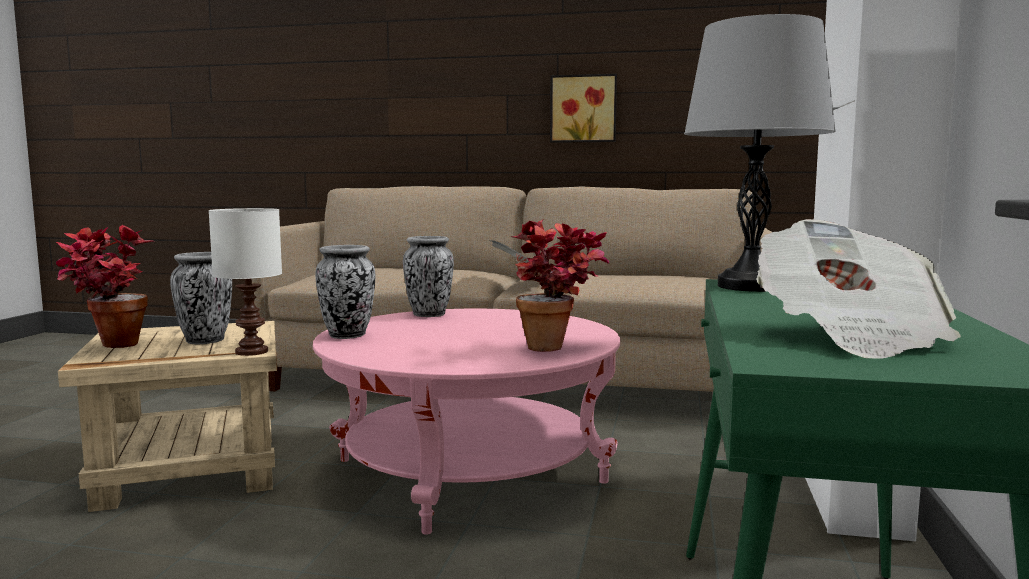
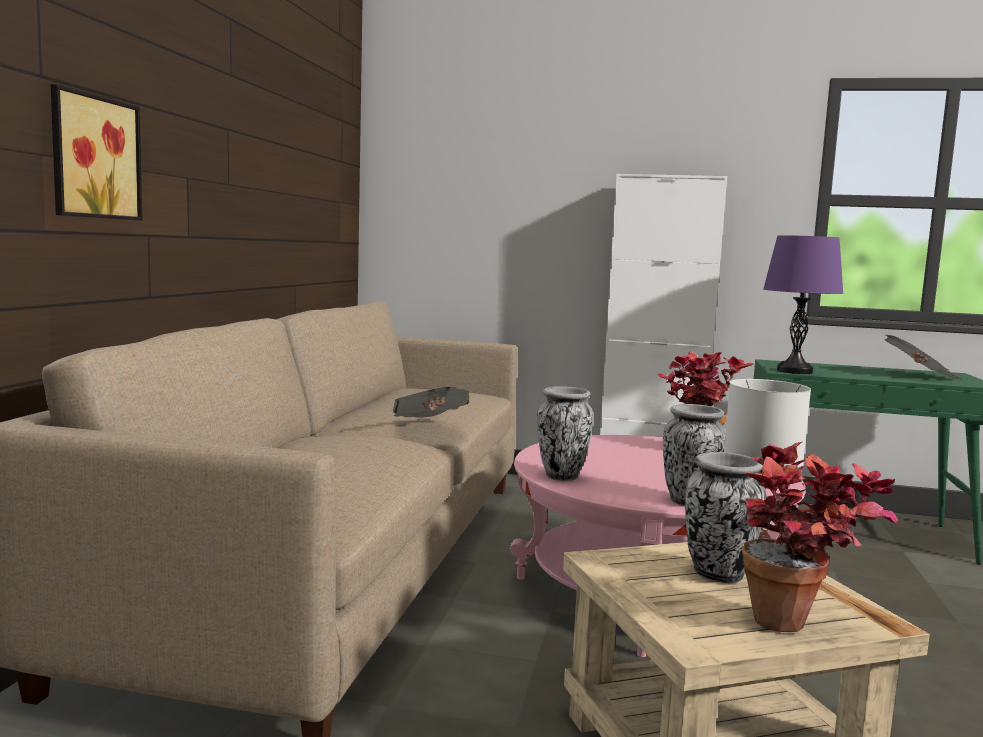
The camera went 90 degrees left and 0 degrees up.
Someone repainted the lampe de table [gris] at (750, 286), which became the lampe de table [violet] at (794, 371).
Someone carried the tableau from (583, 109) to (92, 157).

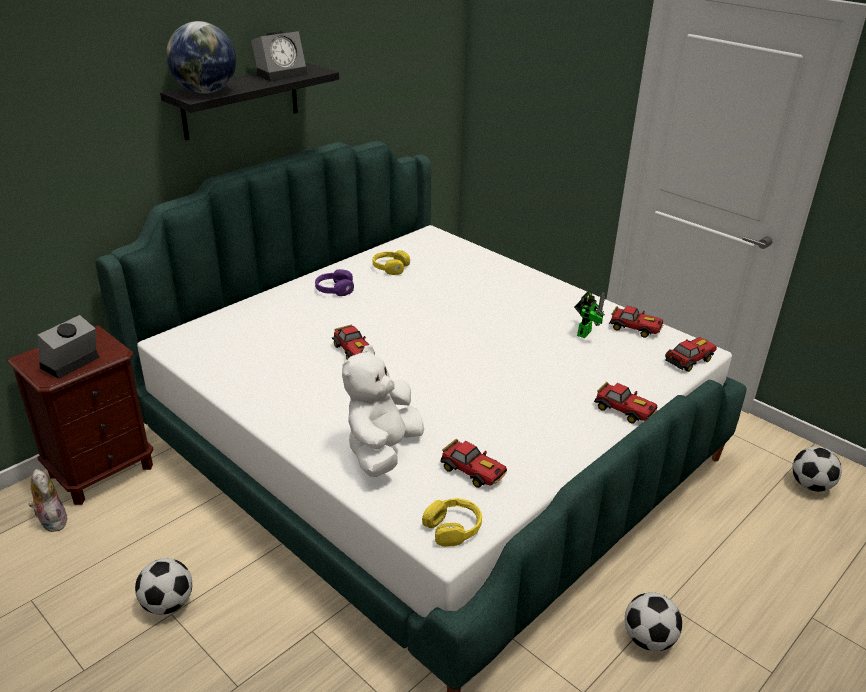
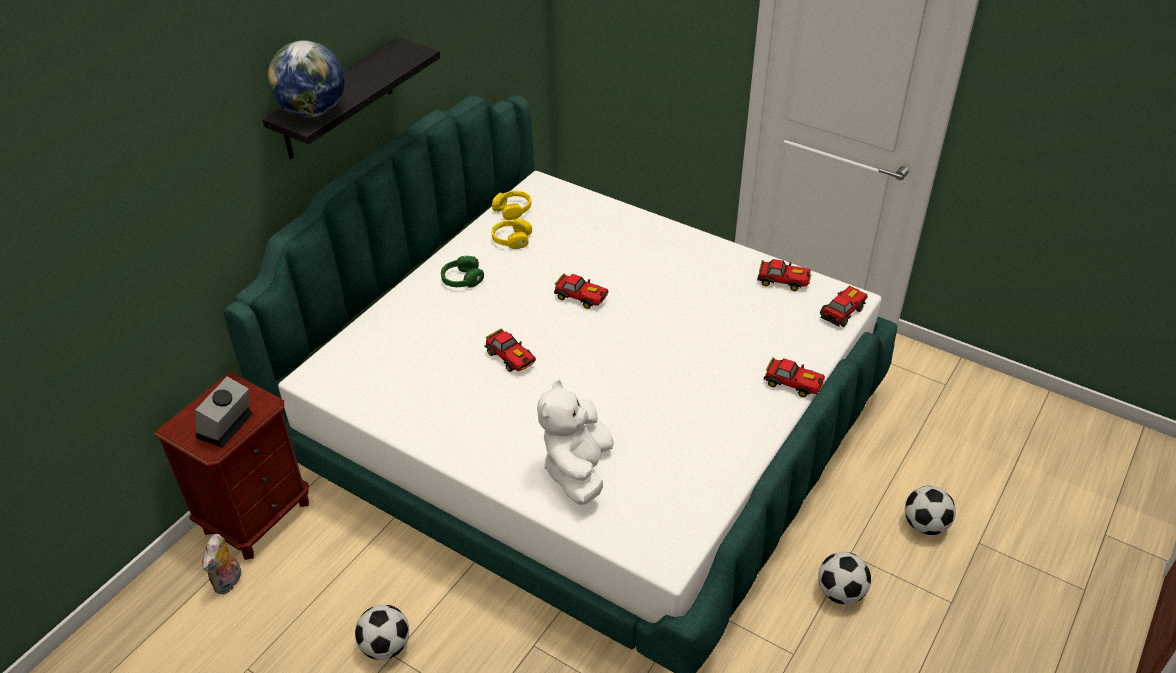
The camera went 10 degrees left and 10 degrees up.
Someone took away the réveil at (282, 74).
Someone repainted the casque audio [violet] at (334, 290), which became the casque audio [vert] at (462, 279).
Someone took away the robot jouet at (585, 332).
Someone carried the petite voiture from (473, 472) to (581, 297).
Someone carried the ballon de foot from (810, 486) to (925, 525).
Someone rotated the peluche at (51, 521) by 120 degrees counterclockwise.
Someone carried the casque audio [jaune] from (453, 528) to (513, 210).

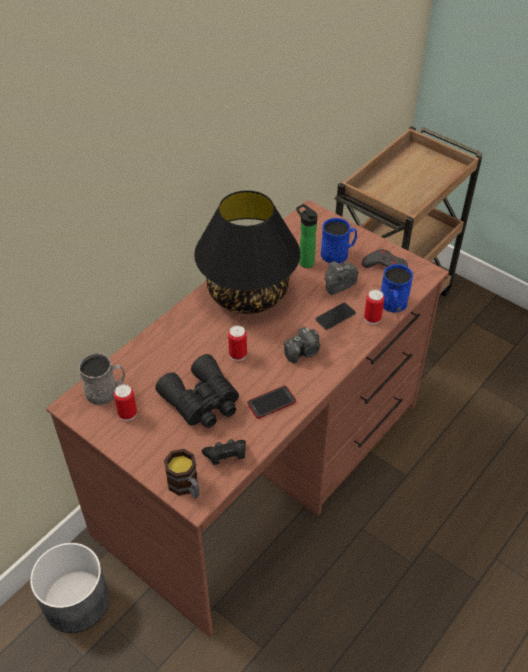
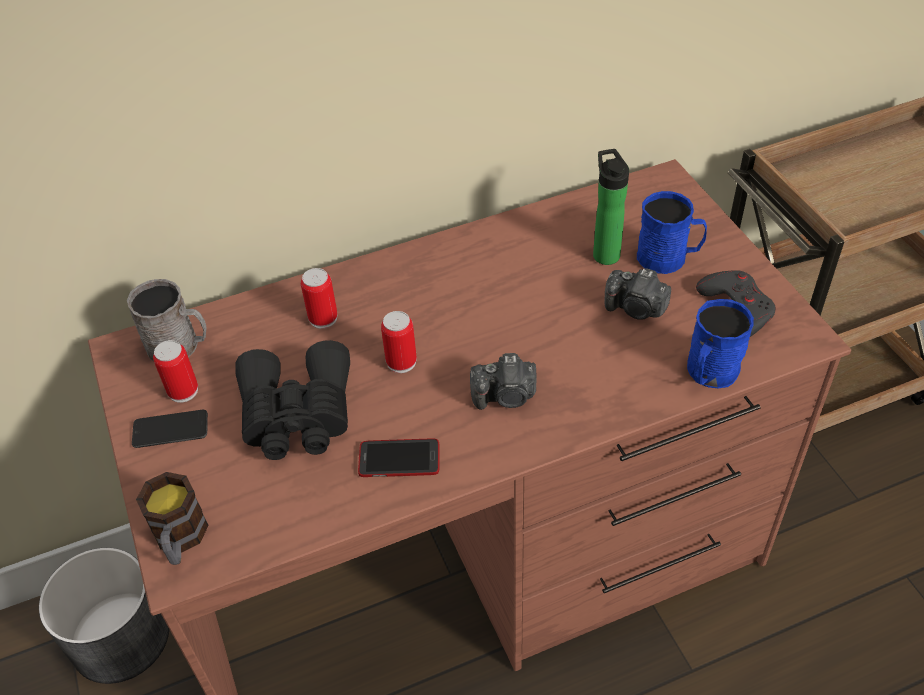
The camera went 30 degrees right and 0 degrees up.
Someone took away the lampe de table [noir] at (247, 294).
Someone rotated the appareil photo at (338, 285) by 150 degrees counterclockwise.
Someone carried the boîte métallique from (372, 318) to (323, 318).
Someone carried the téléphone from (335, 316) to (170, 429).
Someone took away the manette [noir] at (226, 457).

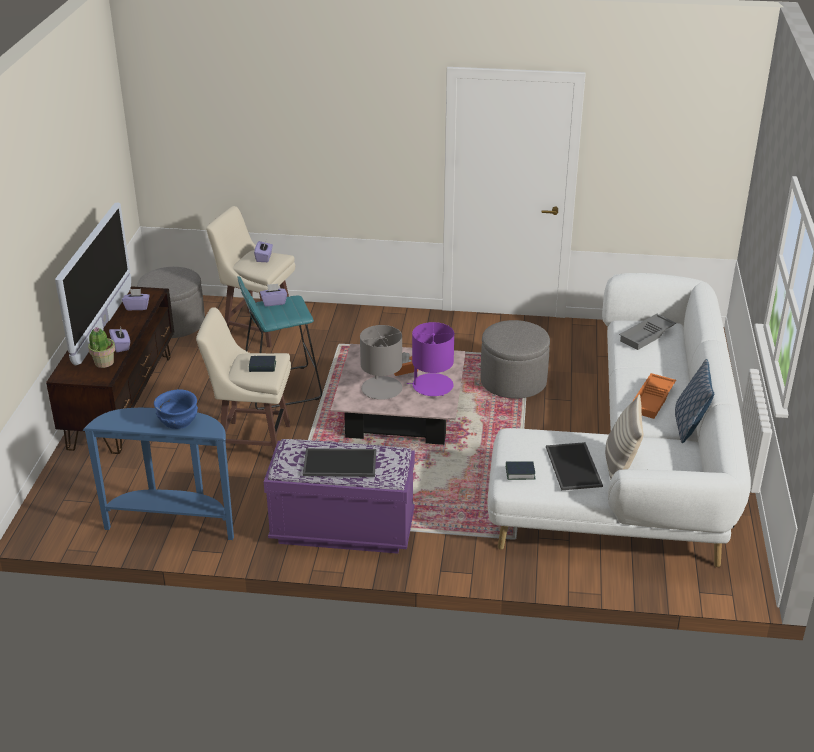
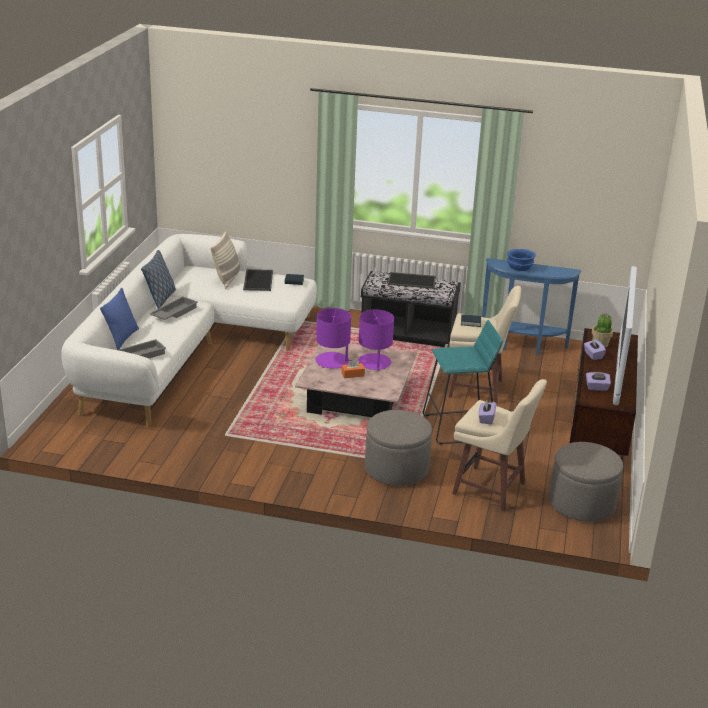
The camera went 175 degrees left and 5 degrees down.
Someone took away the boîte à mouchoirs [violet] at (274, 302).
Someone carried the pouf [gris] from (513, 382) to (396, 469).
Someone repainted the lampe de table [gris] at (381, 388), which became the lampe de table [violet] at (374, 363).
Someone repainted the plateau [orange] at (653, 400), which became the plateau [gris] at (173, 313).
Someone repainted the banc [violet] at (342, 529), which became the banc [noir] at (408, 334).
Someone put down the coussin [bleu] at (122, 338).

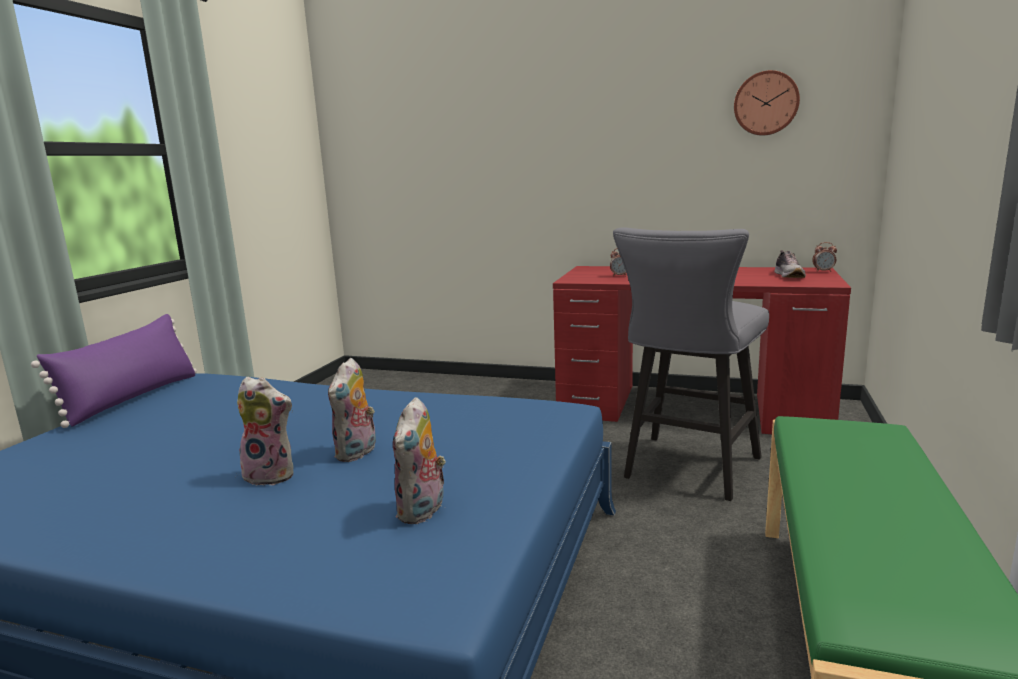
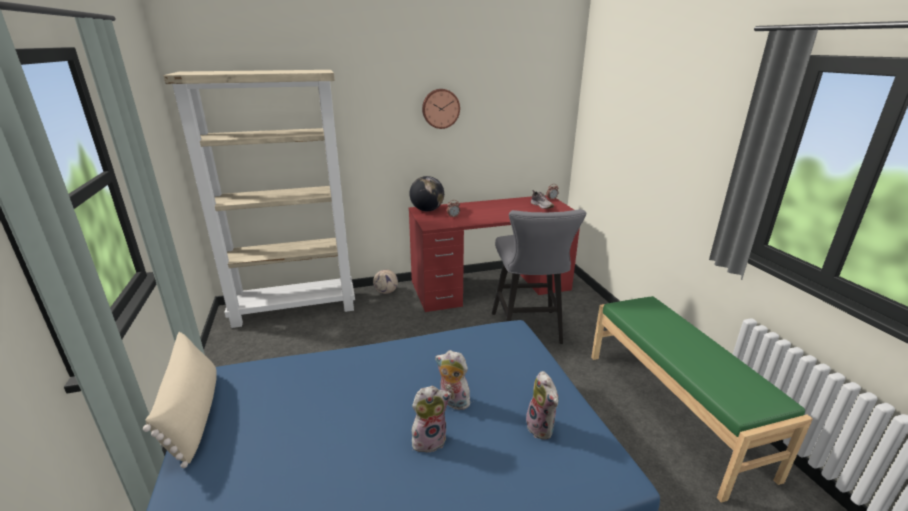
The camera went 35 degrees left and 10 degrees up.
Someone carried the horloge murale from (765, 103) to (440, 108).
Someone repainted the coussin [violet] at (133, 398), which became the coussin [beige] at (193, 414).
Someone rotated the peluche at (357, 453) by 135 degrees clockwise.
Someone put down the bibliothèque [beige] at (296, 308).
Someone put down the globe at (427, 210).
Someone put down the ballon de foot at (386, 292).

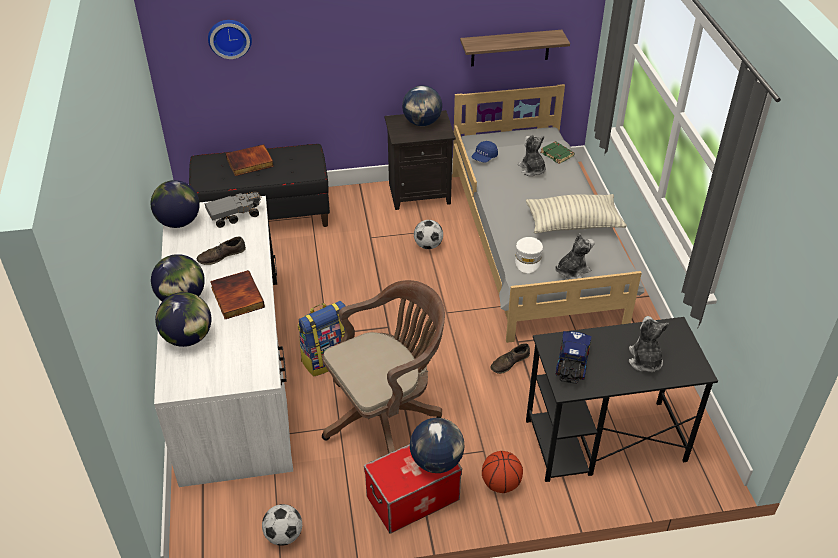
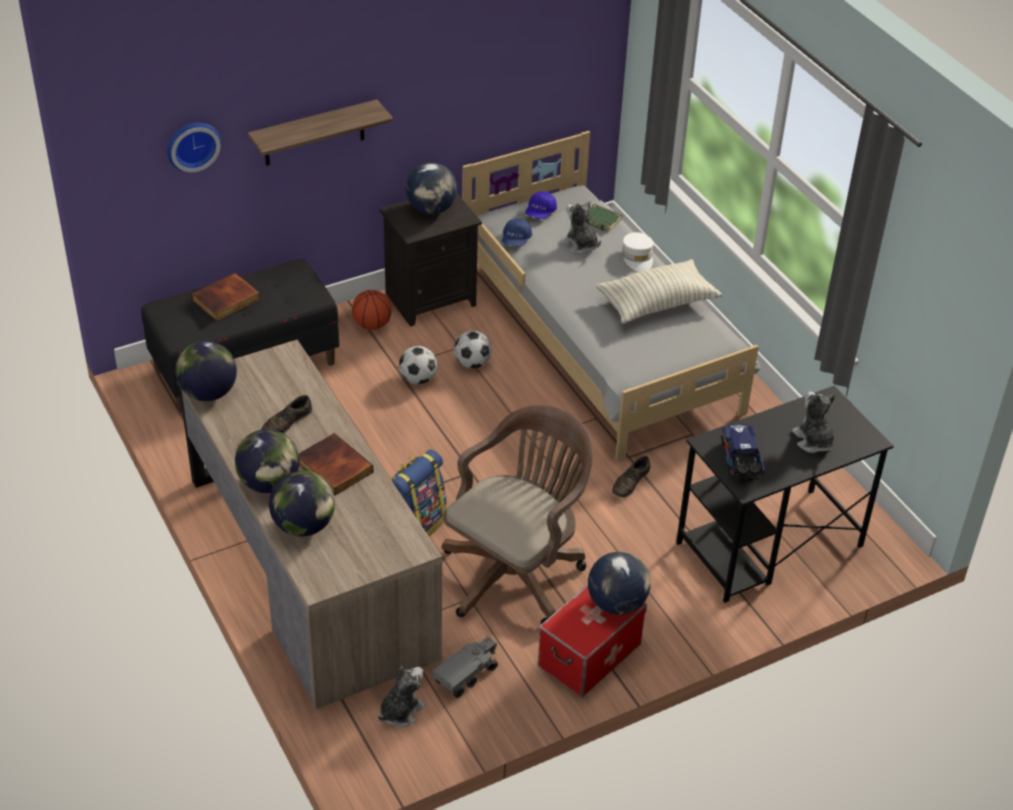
The camera went 20 degrees left and 0 degrees up.
Someone carried the étagère from (510, 48) to (314, 133).
Someone carried the camion jouet from (235, 216) to (466, 675).
Someone repainted the bureau [blanc] at (233, 372), which became the bureau [marron] at (310, 567).
Someone carried the peluche from (572, 271) to (400, 711).
Someone carried the casquette [blanc] from (528, 259) to (638, 257).
Someone carried the ballon de basket from (501, 484) to (372, 325).
Someone carried the ballon de foot from (284, 535) to (418, 379).
Someone put down the casquette [bleu] at (540, 212).

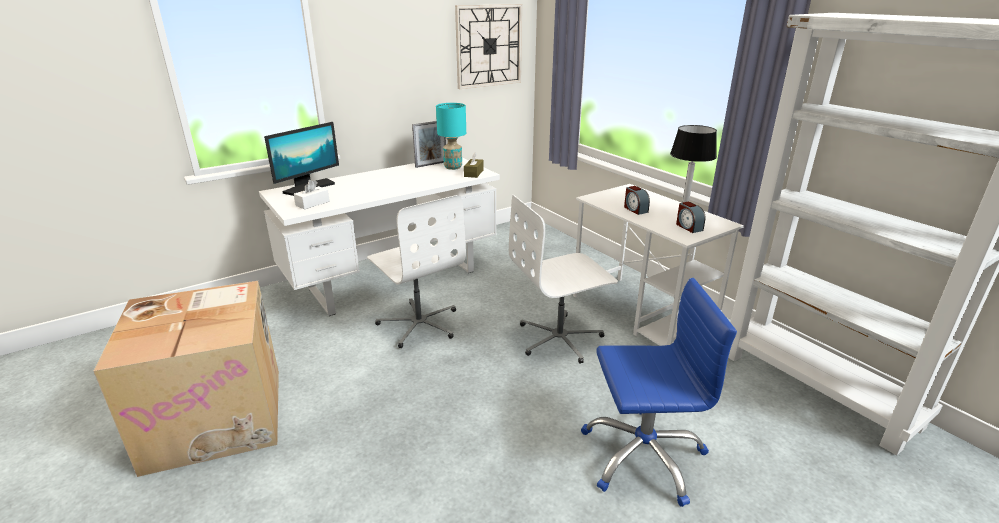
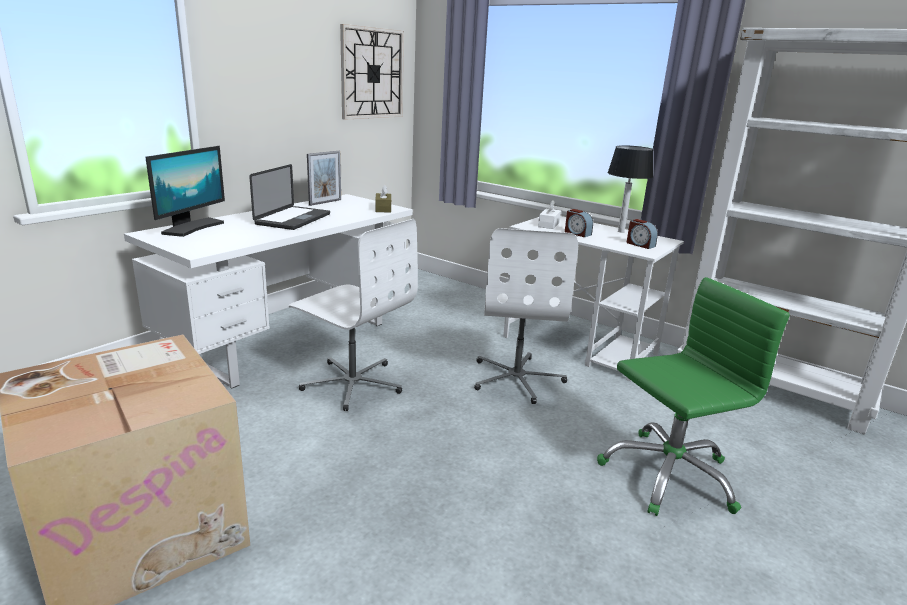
The camera went 20 degrees left and 5 degrees down.
Someone took away the lampe de table [turquoise] at (452, 167).
Someone carried the boîte à mouchoirs [blanc] from (312, 203) to (548, 225).
Someone rotated the chaise de bureau [blanc] at (560, 338) by 45 degrees counterclockwise.
Someone repainted the chaise de bureau [bleu] at (642, 455), which became the chaise de bureau [vert] at (668, 474).
Someone put down the ordinateur portable at (293, 219).

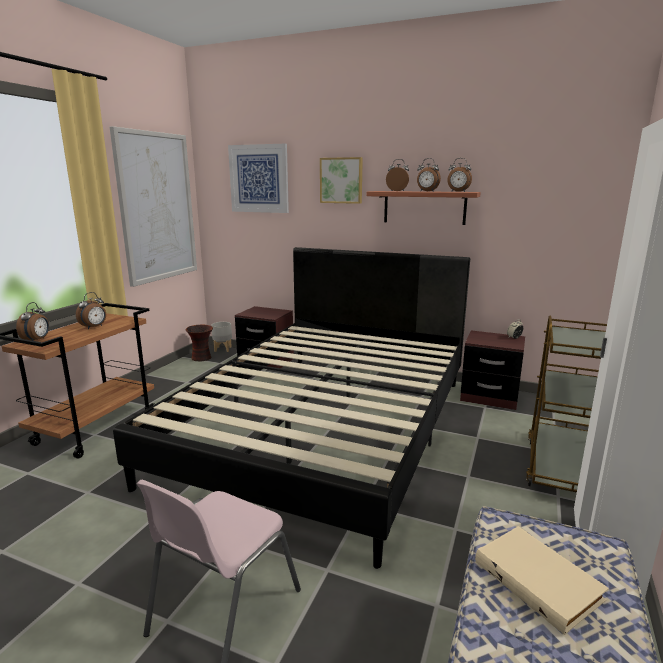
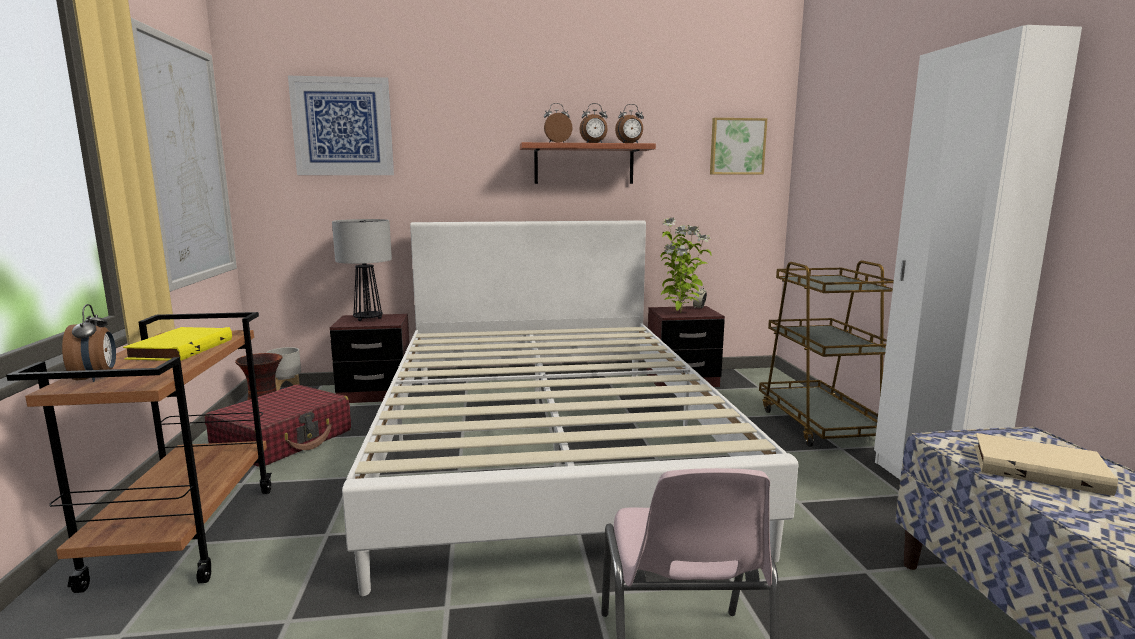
The camera went 30 degrees left and 5 degrees down.
Someone carried the tableau from (341, 180) to (737, 146).
Someone repainted the lit [noir] at (326, 426), which became the lit [blanc] at (549, 445).
Someone swapped the réveil at (94, 327) for the livre [jaune] at (180, 349).
Someone put down the plante en pot at (680, 313).
Someone put down the lampe de table at (367, 318).
Someone put down the valise [rouge] at (284, 440).

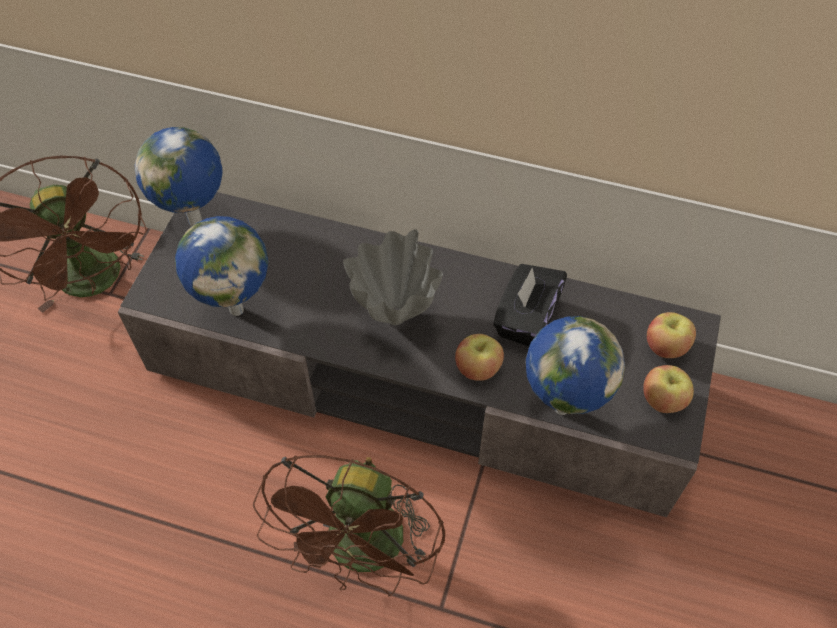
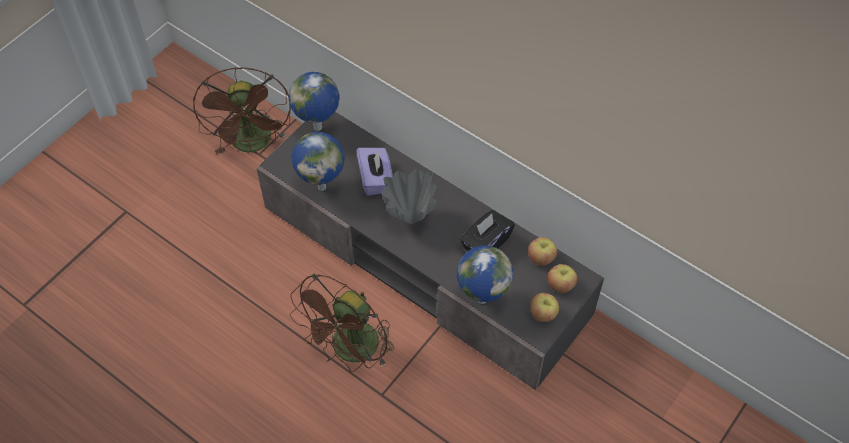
The camera went 20 degrees right and 0 degrees up.
Someone carried the pomme from (478, 368) to (541, 258).
Someone put down the boîte à mouchoirs [violet] at (375, 179).

